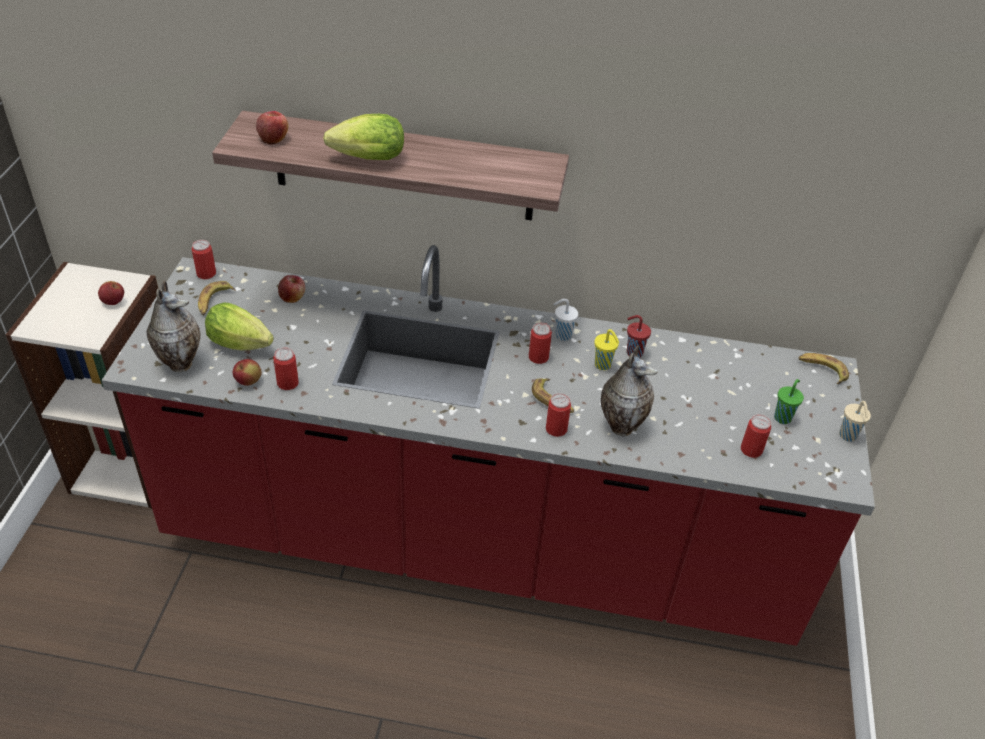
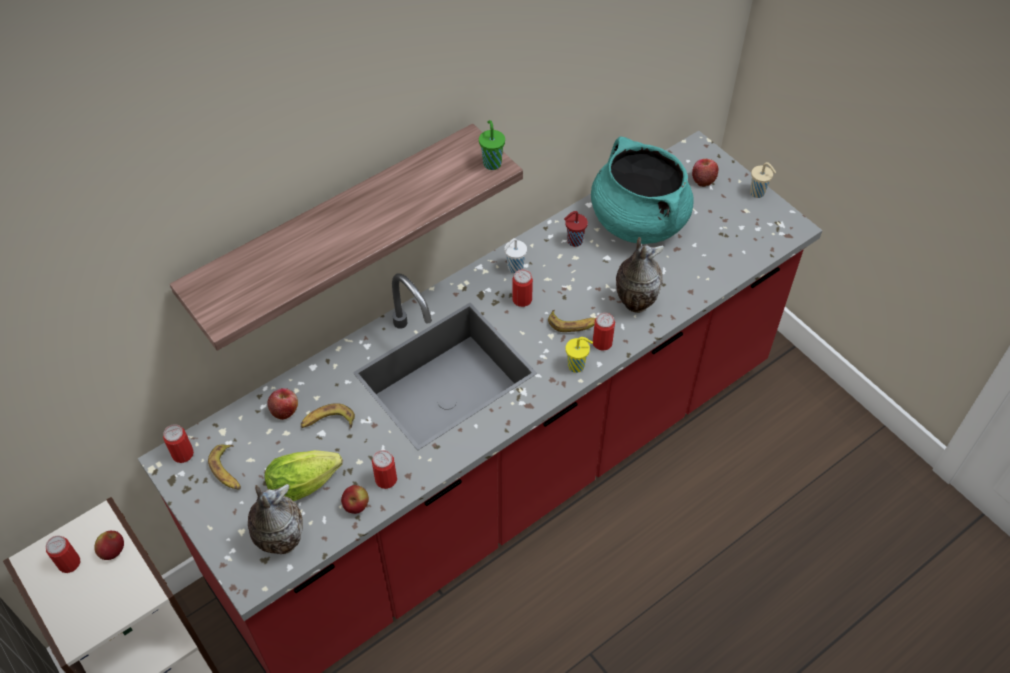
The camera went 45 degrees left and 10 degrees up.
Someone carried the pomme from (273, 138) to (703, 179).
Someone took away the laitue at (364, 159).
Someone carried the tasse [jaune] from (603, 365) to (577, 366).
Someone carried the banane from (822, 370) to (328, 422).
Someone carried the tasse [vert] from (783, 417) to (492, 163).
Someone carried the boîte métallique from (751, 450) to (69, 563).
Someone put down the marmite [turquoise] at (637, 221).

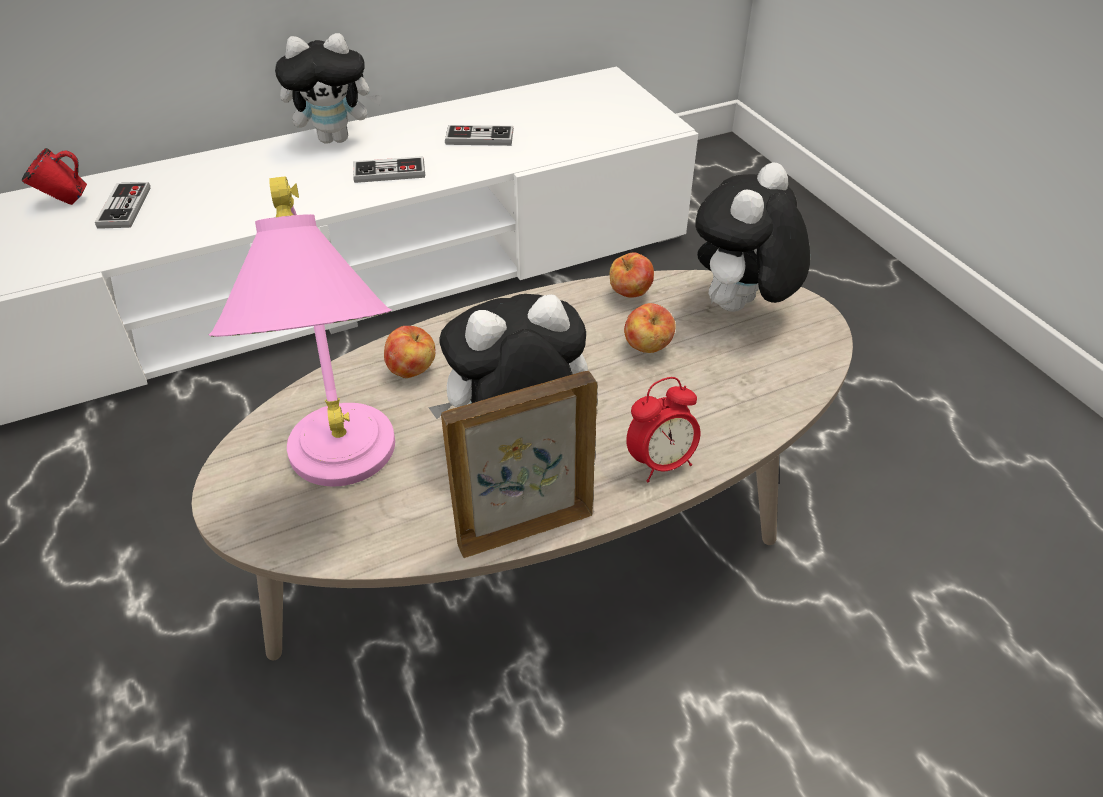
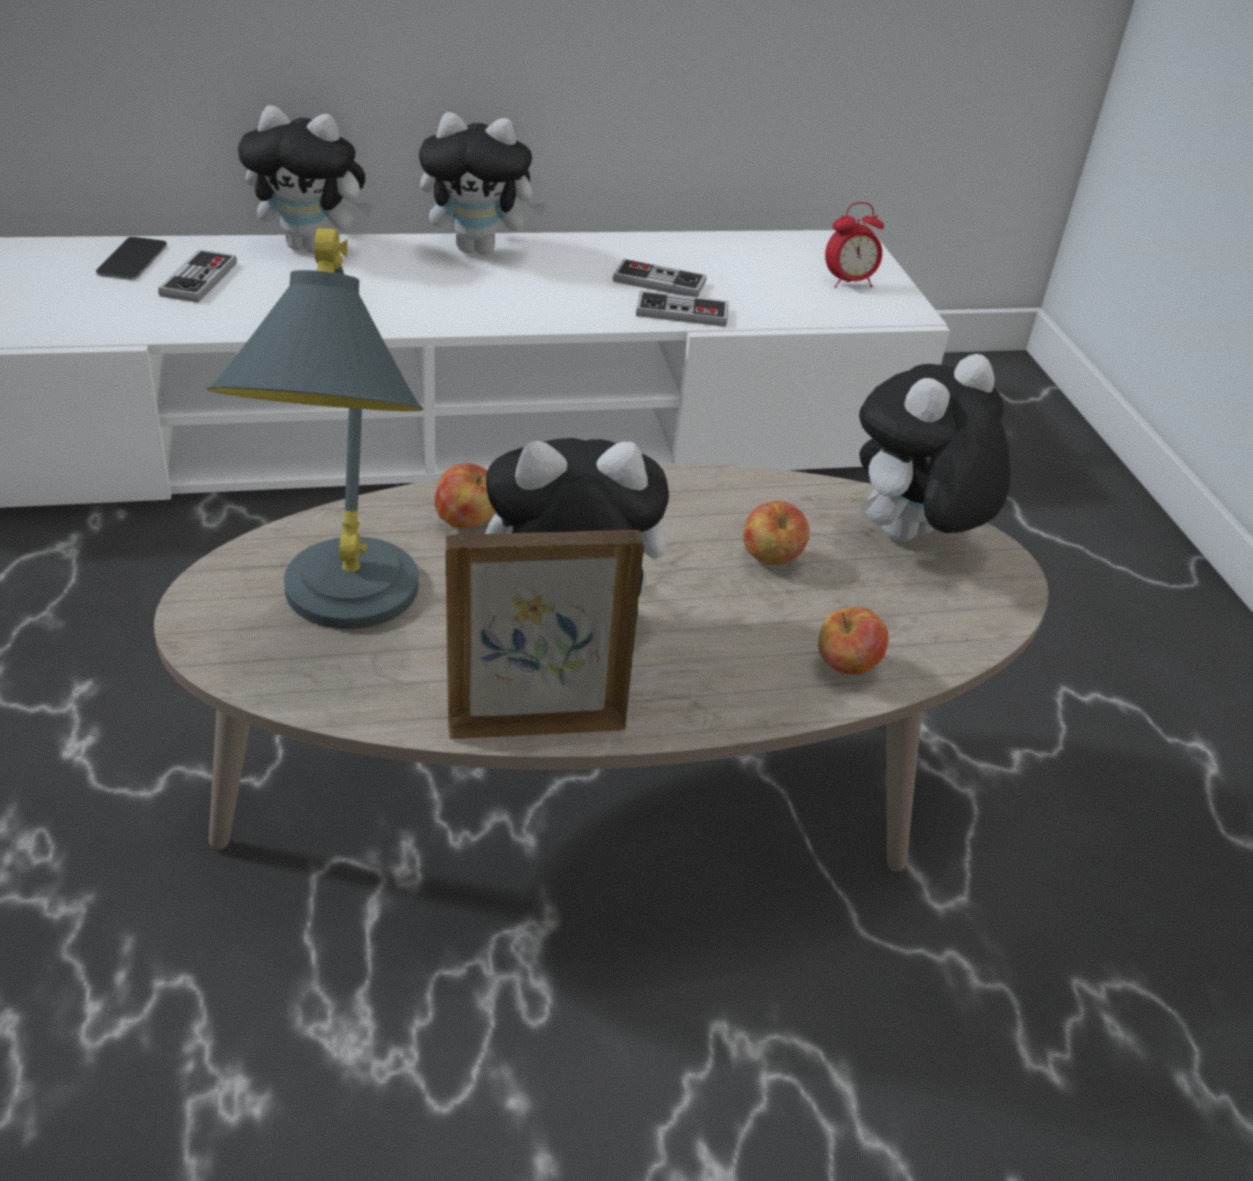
The camera went 10 degrees right and 5 degrees down.
Someone swapped the mug [rouge] at (64, 202) for the téléphone at (132, 259).
Someone carried the manette from (389, 172) to (682, 312).
Someone repainted the lampe de table [rose] at (342, 477), which became the lampe de table [gris] at (340, 619).
Someone carried the pomme from (630, 294) to (846, 668).
Someone carried the réveil from (661, 463) to (848, 282).
Someone put down the peluche at (312, 247).

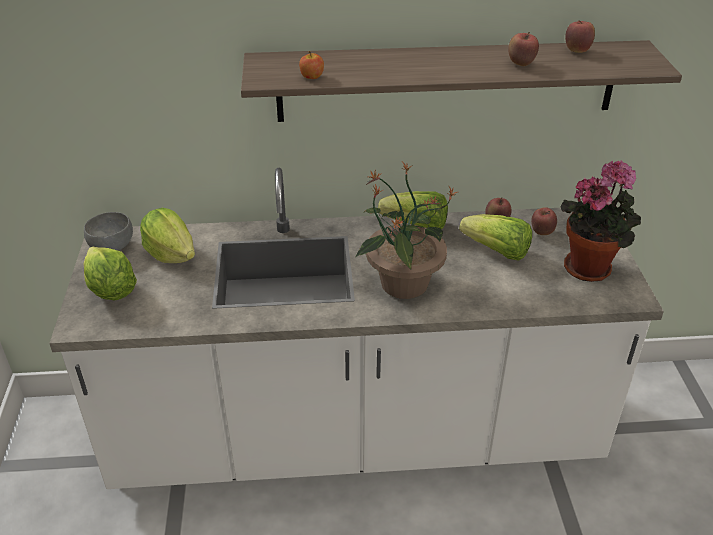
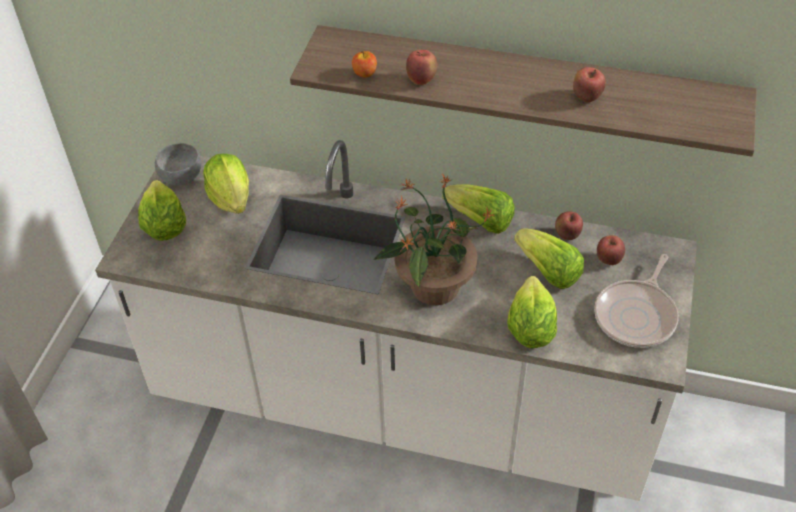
The camera went 20 degrees right and 10 degrees up.
Someone carried the pomme from (577, 51) to (421, 80).
Someone swapped the plante en pot at (591, 267) for the poêle at (637, 315).
Someone put down the laitue at (530, 329).

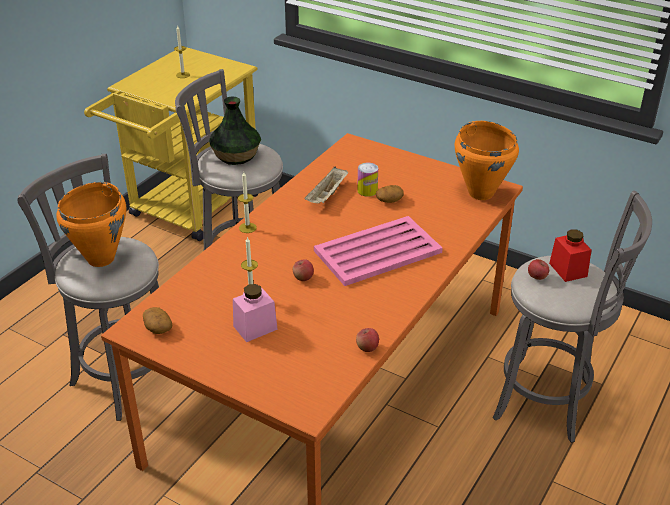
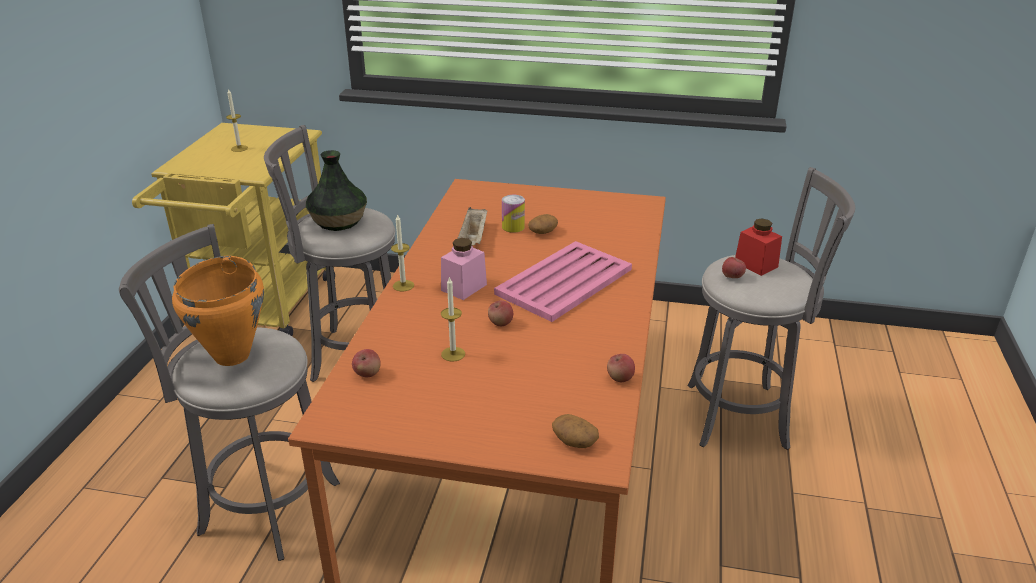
The camera went 20 degrees left and 5 degrees down.
Someone took away the marmite [orange] at (481, 193).
Someone carried the bocal [rose] from (255, 327) to (464, 287).
Someone carried the pomme de terre from (157, 328) to (574, 441).
Someone put down the pomme at (367, 374).

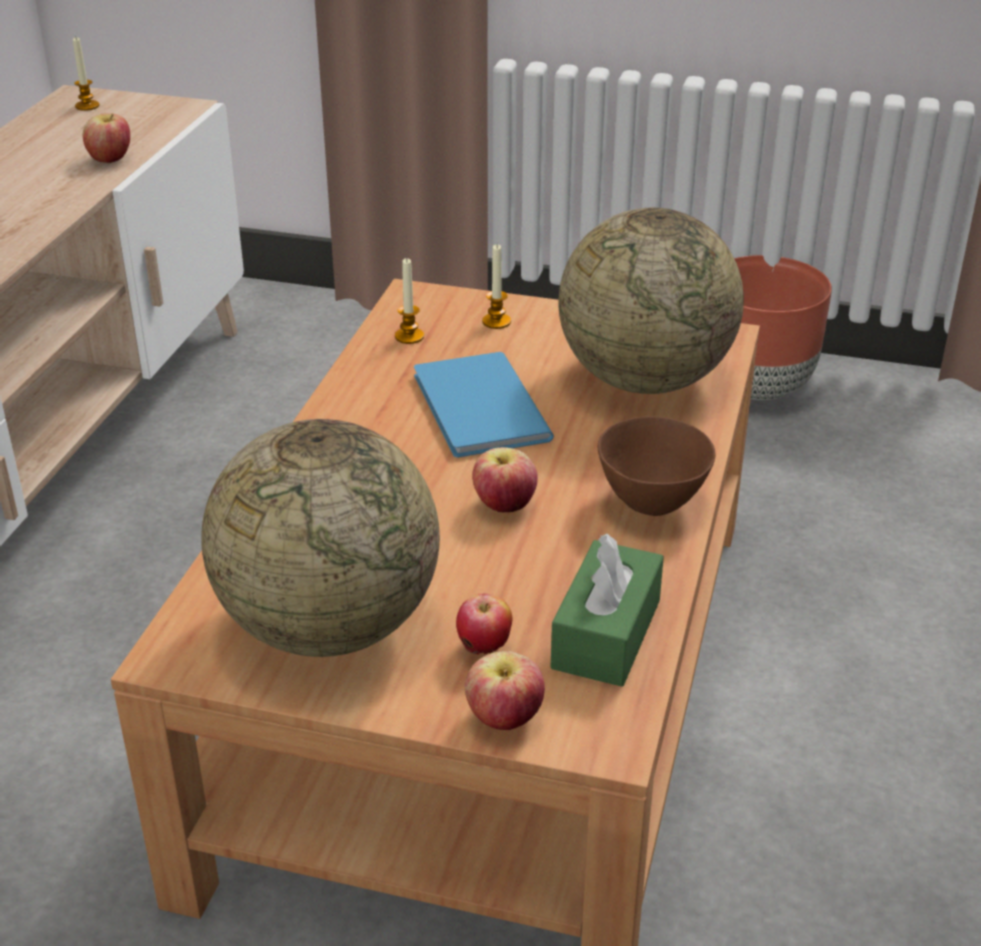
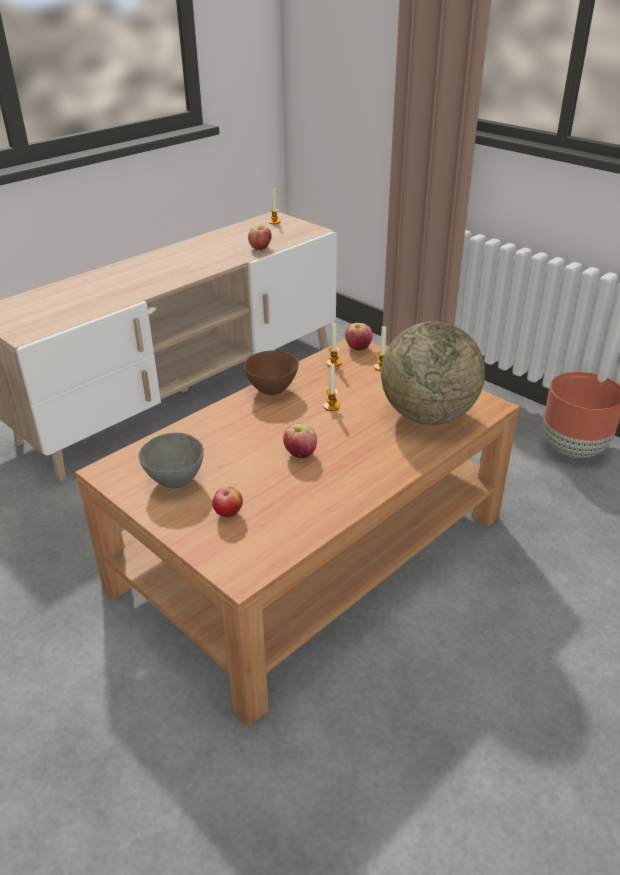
The camera went 30 degrees right and 0 degrees up.
Someone swapped the livre [bleu] at (477, 410) for the bougie at (331, 406).
Someone carried the bol [marron] from (653, 504) to (272, 390).
Someone swapped the globe at (328, 626) for the bol [gris] at (174, 481).
Someone took away the boîte à mouchoirs [vert] at (606, 634).
Someone carried the pomme from (504, 719) to (358, 348).

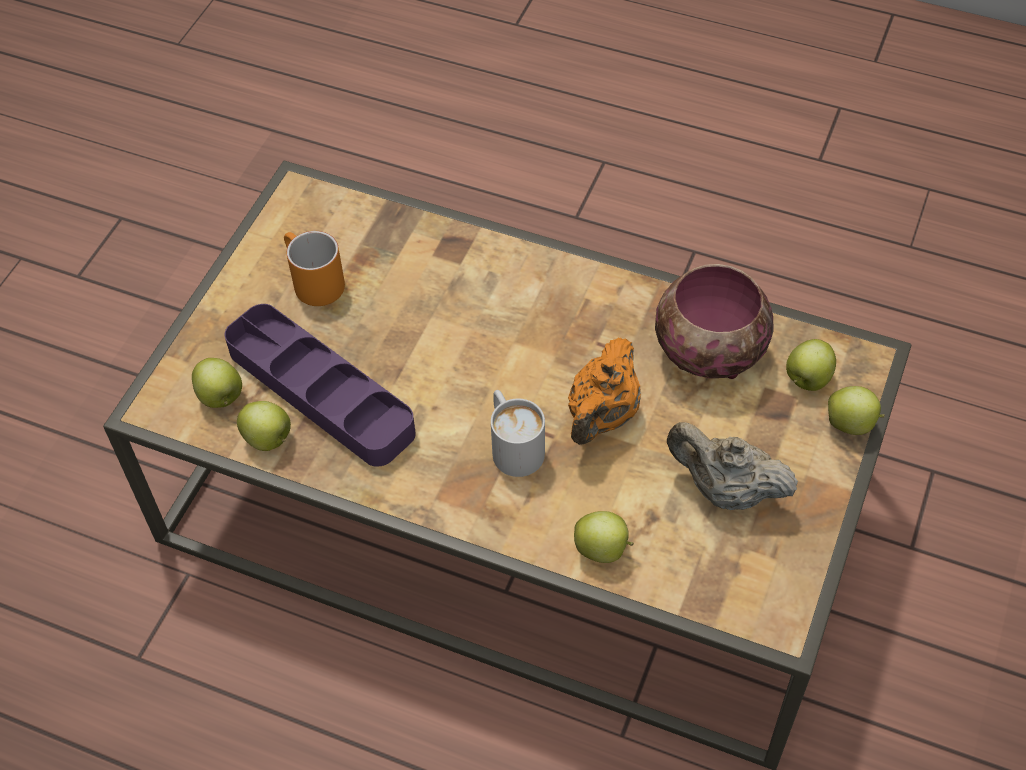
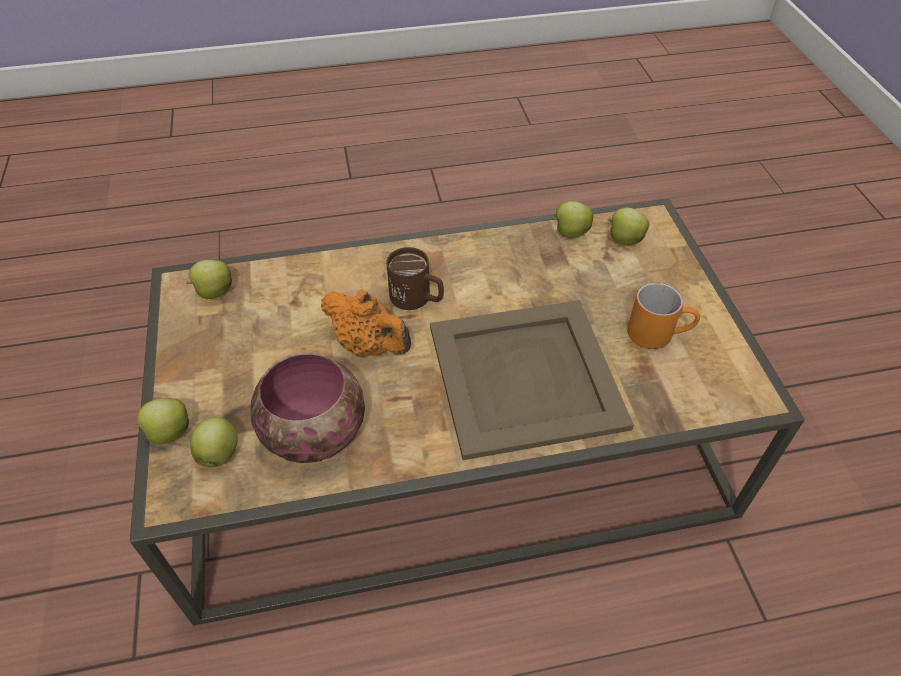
The camera went 145 degrees right and 5 degrees down.
Someone took away the plateau [violet] at (320, 391).
Someone rotated the théière [orange] at (602, 416) by 135 degrees clockwise.
Someone repainted the mug [blanc] at (513, 445), which became the mug [marron] at (417, 299).
Someone took away the théière [beige] at (725, 490).
Someone carried the pomme from (603, 549) to (213, 292).
Someone put down the plateau [beige] at (526, 375).

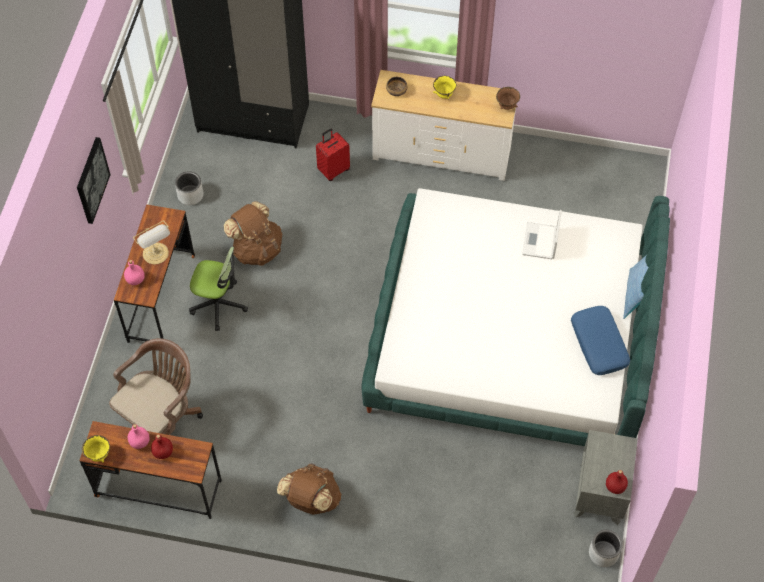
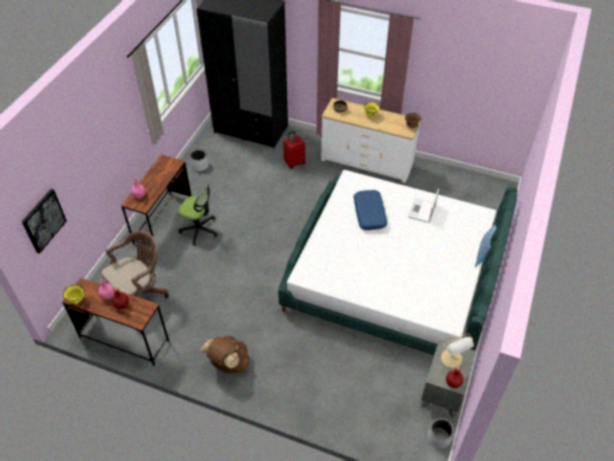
The camera went 10 degrees right and 10 degrees down.
Someone carried the tableau from (91, 180) to (43, 220).
Someone took away the sac à dos [marron] at (257, 249).
Someone carried the lampe de table from (156, 254) to (452, 359).
Someone carried the coussin [bleu] from (599, 344) to (370, 213).

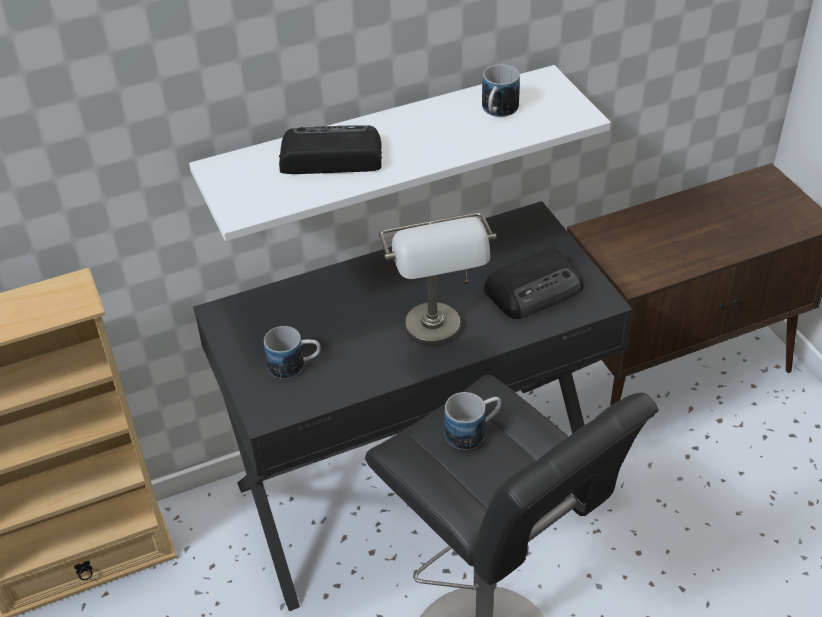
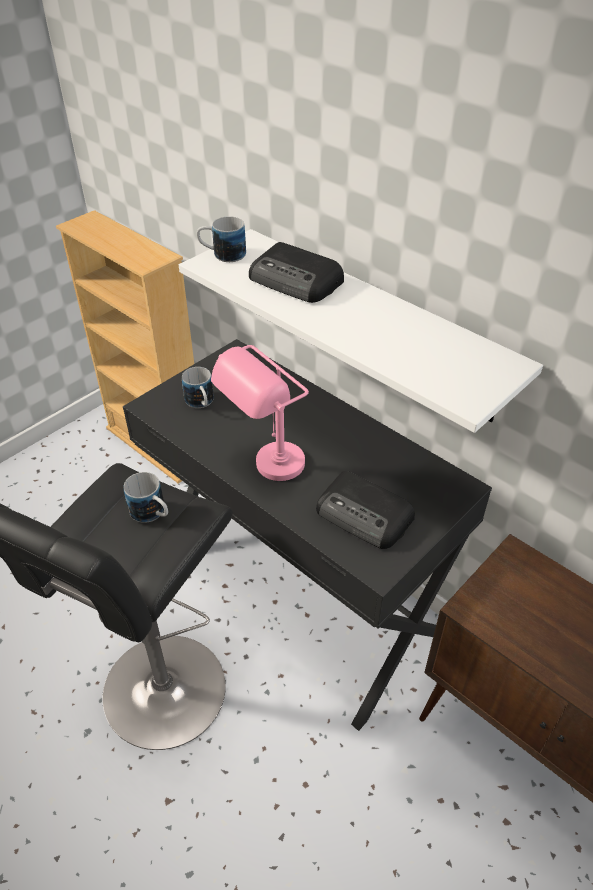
The camera went 65 degrees right and 0 degrees up.
Someone carried the mug from (497, 111) to (222, 255).
Someone rotated the radio at (329, 157) by 150 degrees clockwise.
Someone repainted the lampe de table [gris] at (440, 340), which became the lampe de table [rose] at (267, 472).

